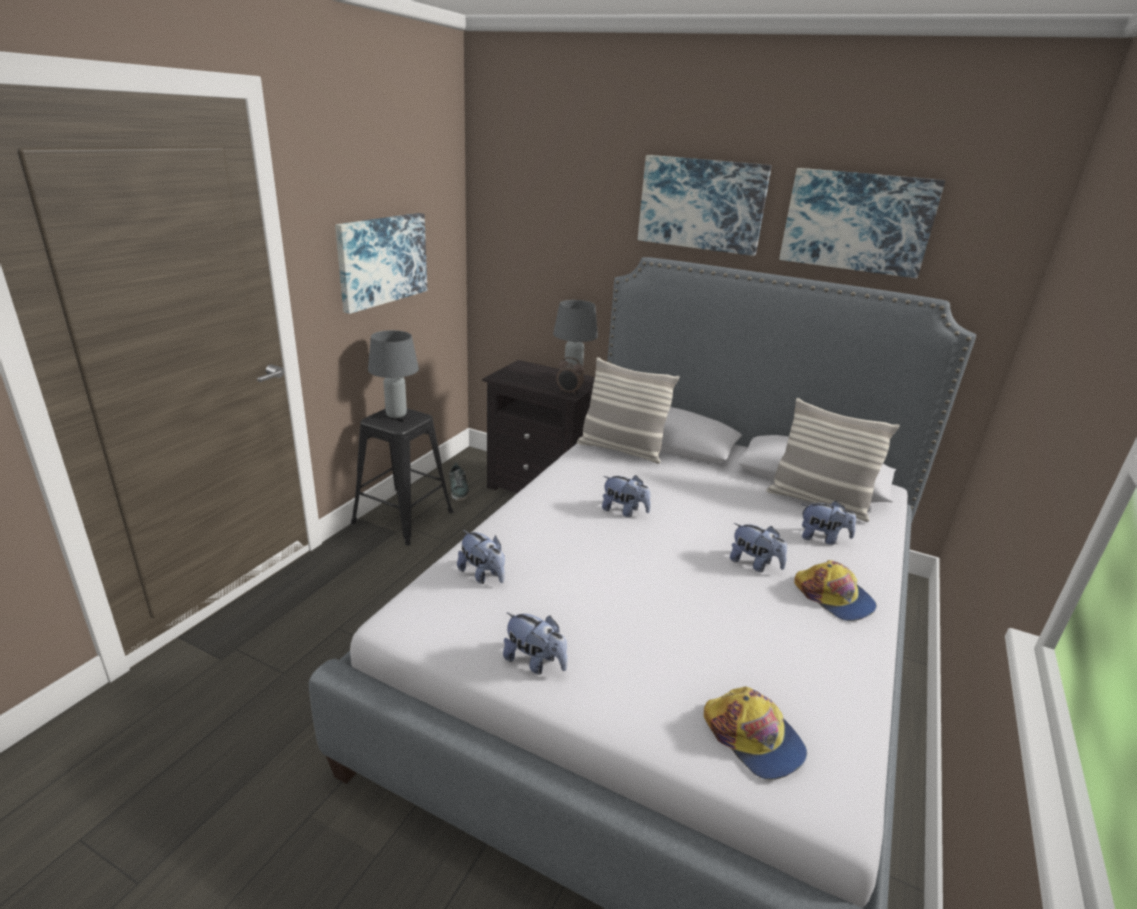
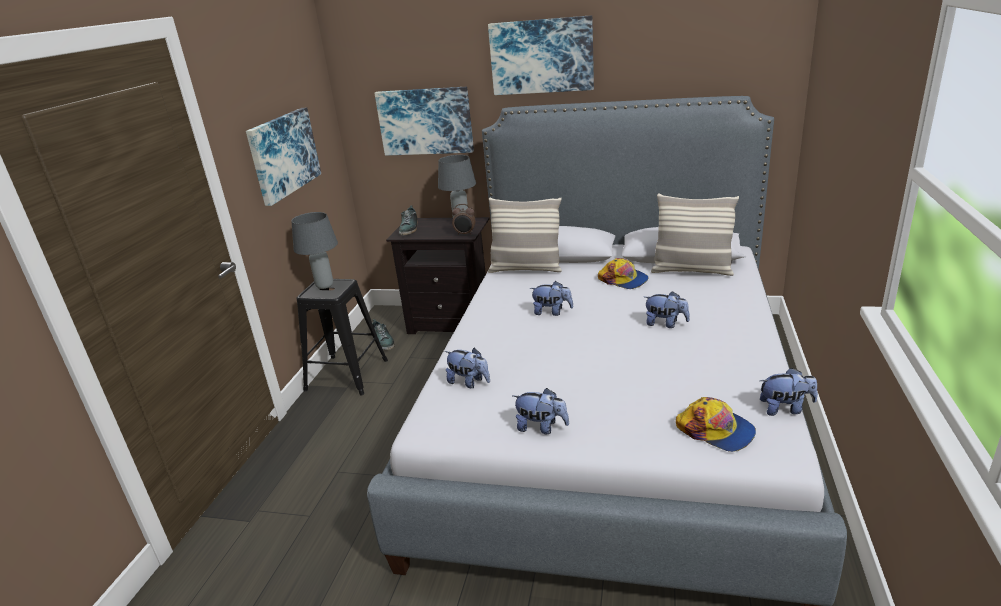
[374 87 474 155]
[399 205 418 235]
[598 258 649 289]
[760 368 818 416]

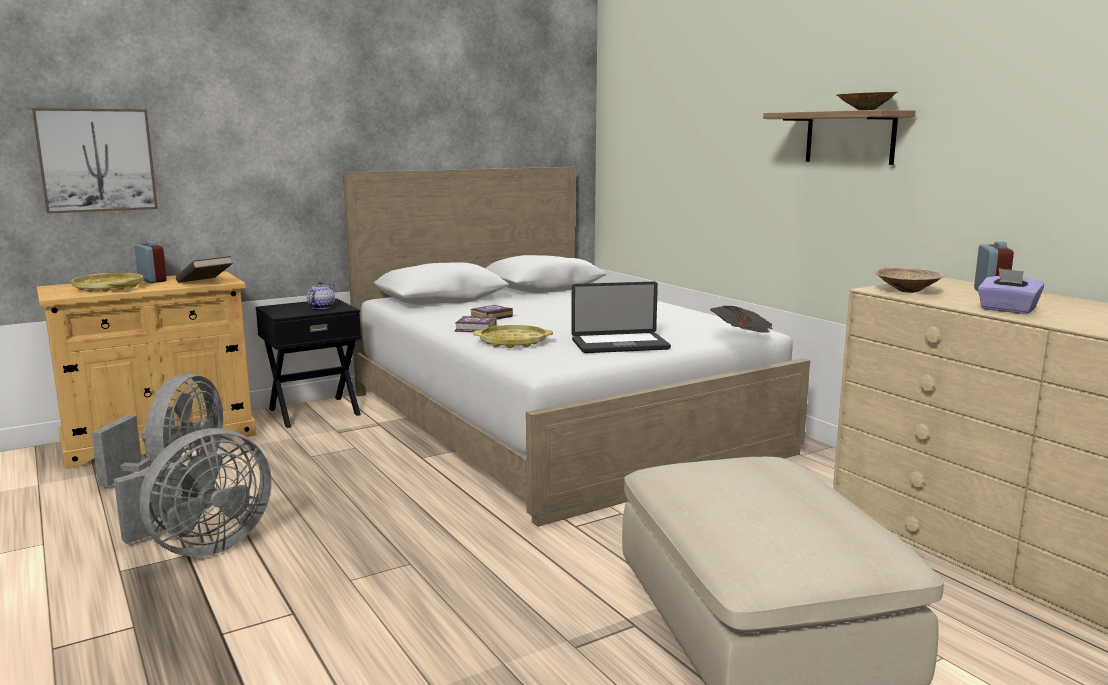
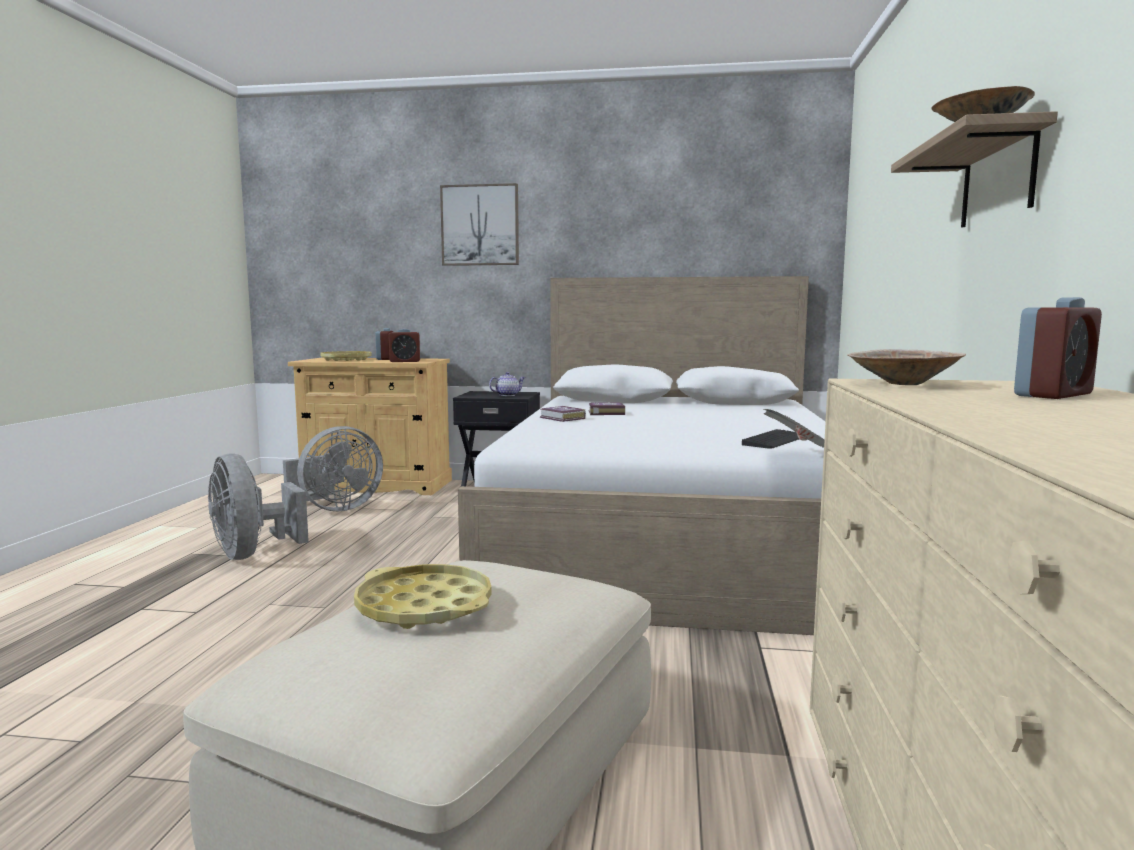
[208 453 309 560]
[354 564 492 629]
[389 329 420 362]
[440 183 519 266]
[742 429 799 449]
[571 282 671 353] (first image)
[978 268 1044 314] (first image)

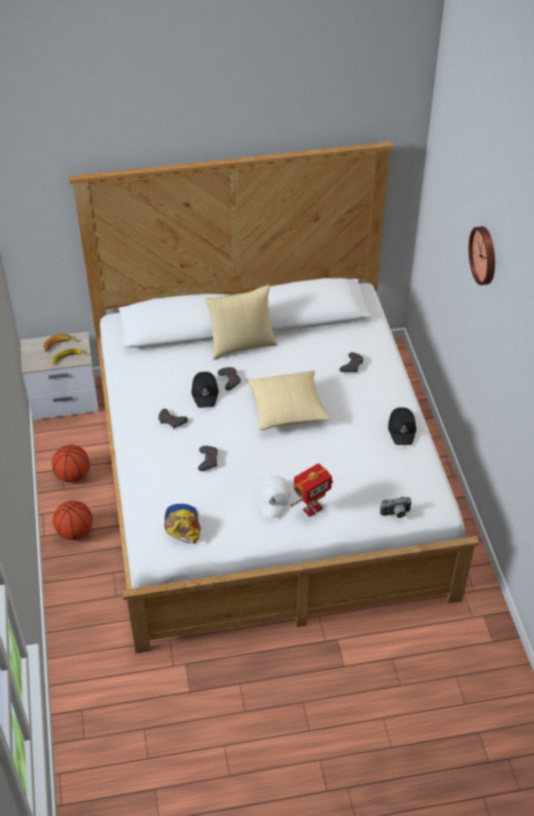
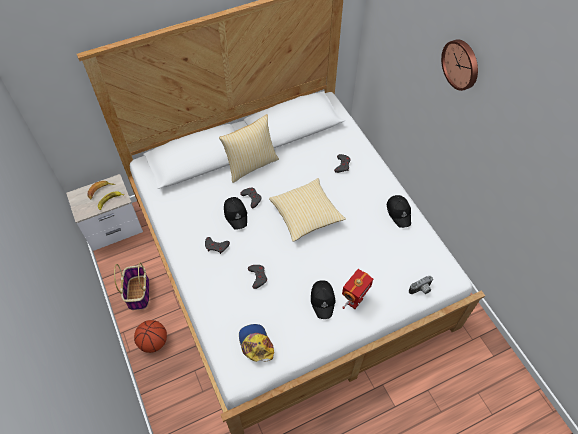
[114 262 149 310]
[311 280 335 319]

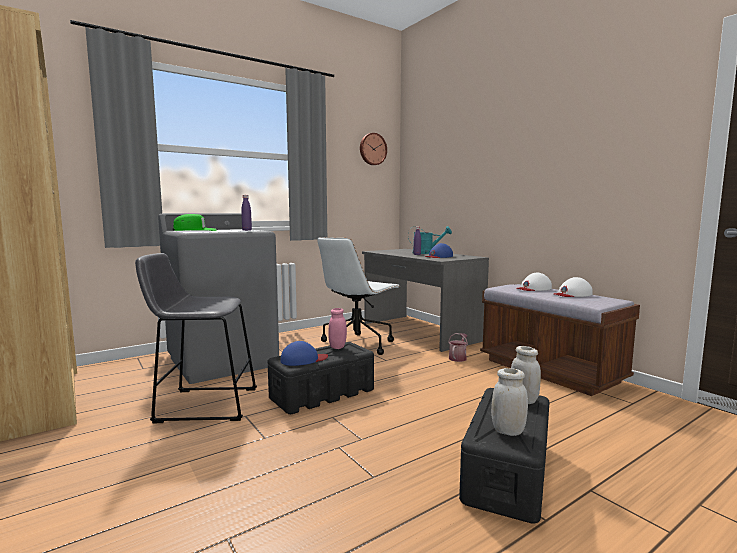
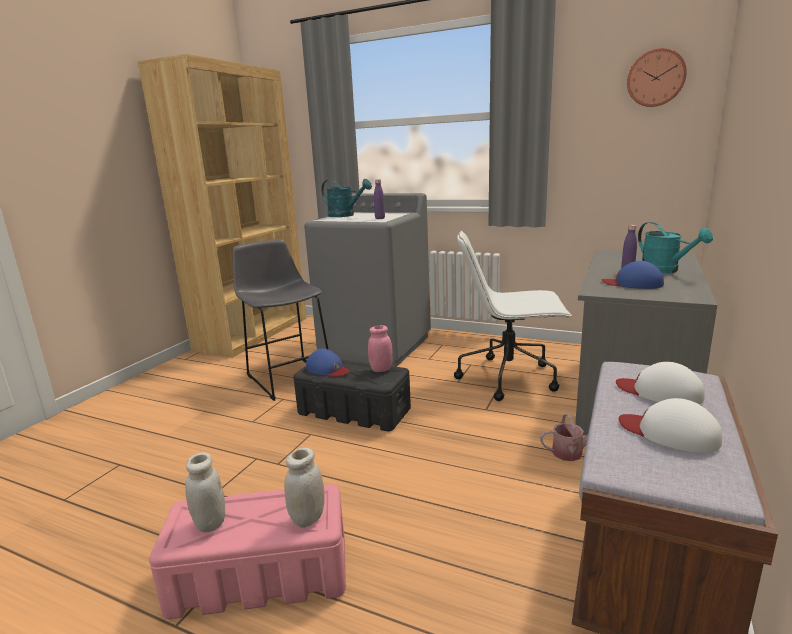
[149 484 346 619]
[321 179 372 217]

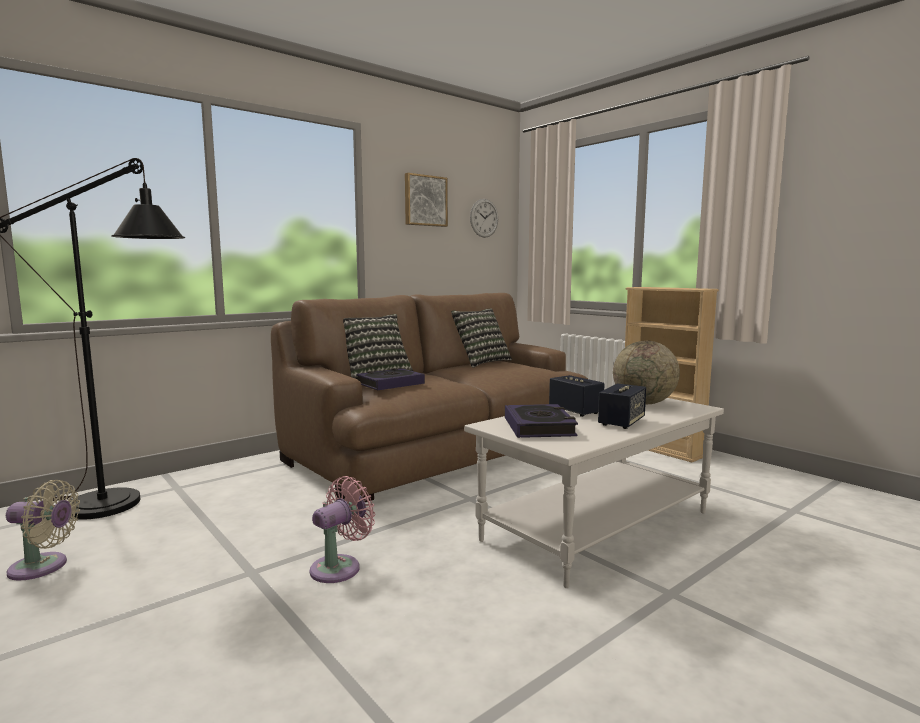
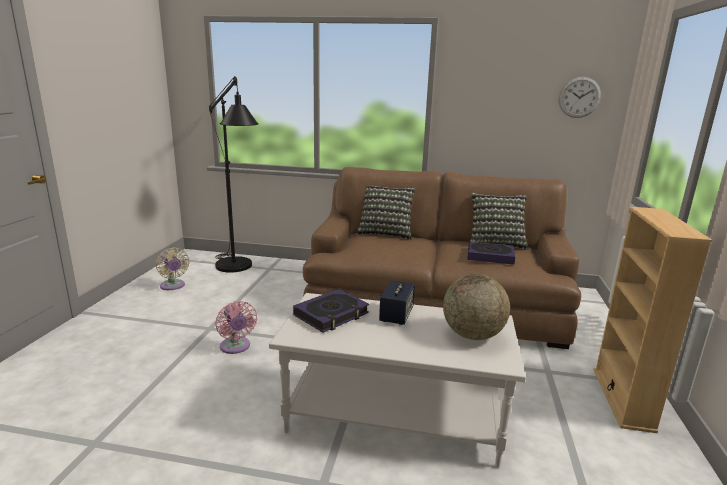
[215 301 257 354]
[468 241 515 265]
[405 173 448 227] (first image)
[598 383 646 429] (first image)

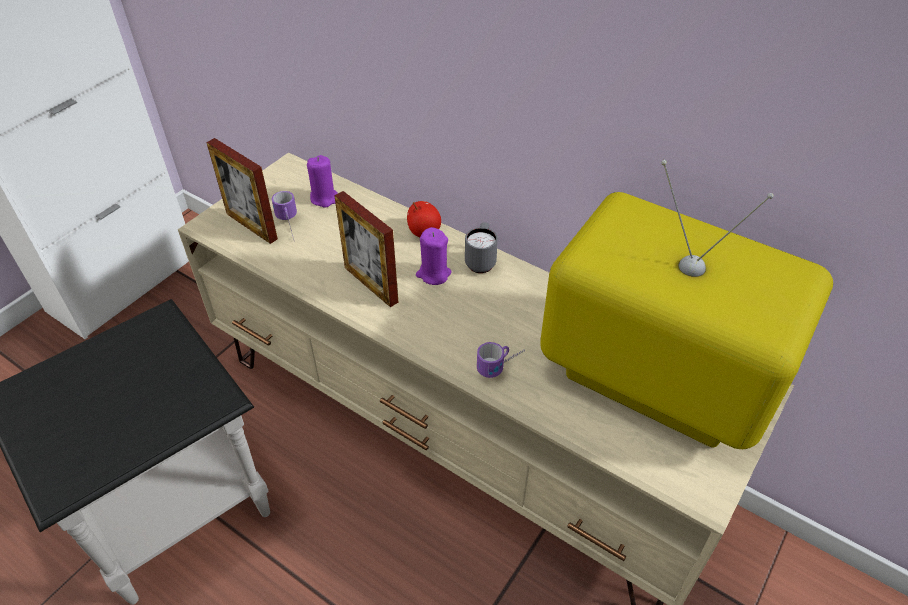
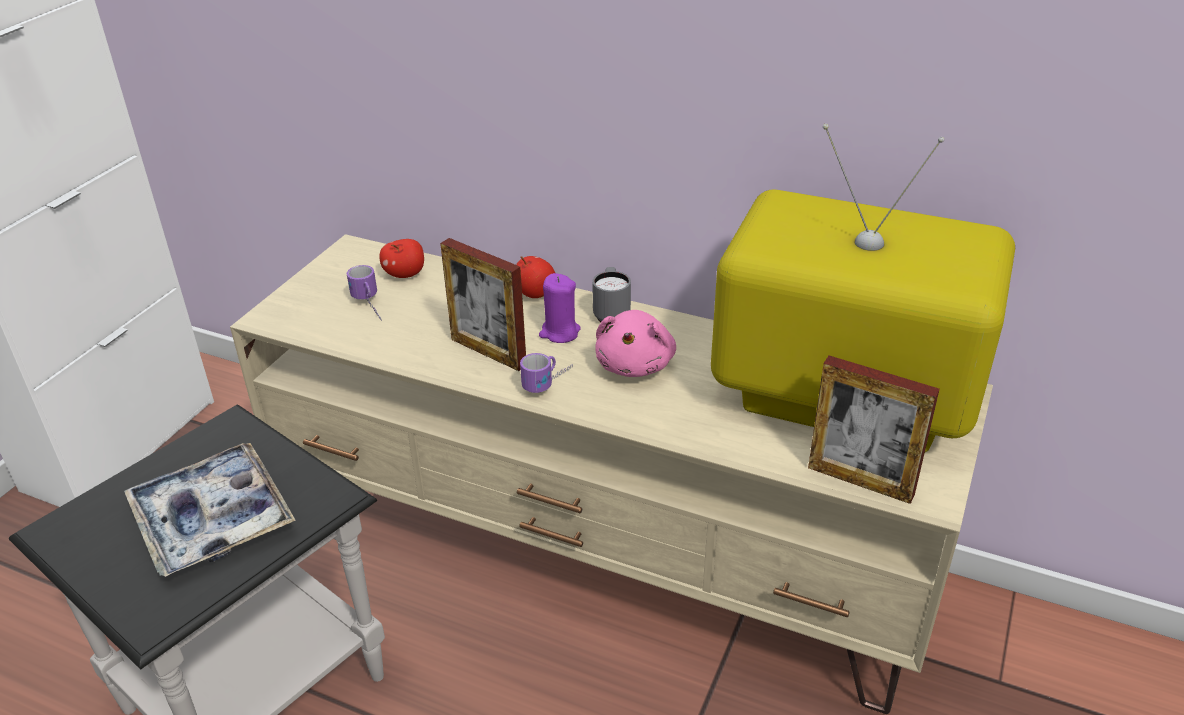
[124 443 296 577]
[379 239 424 278]
[520 353 573 393]
[595 310 676 377]
[808 355 940 504]

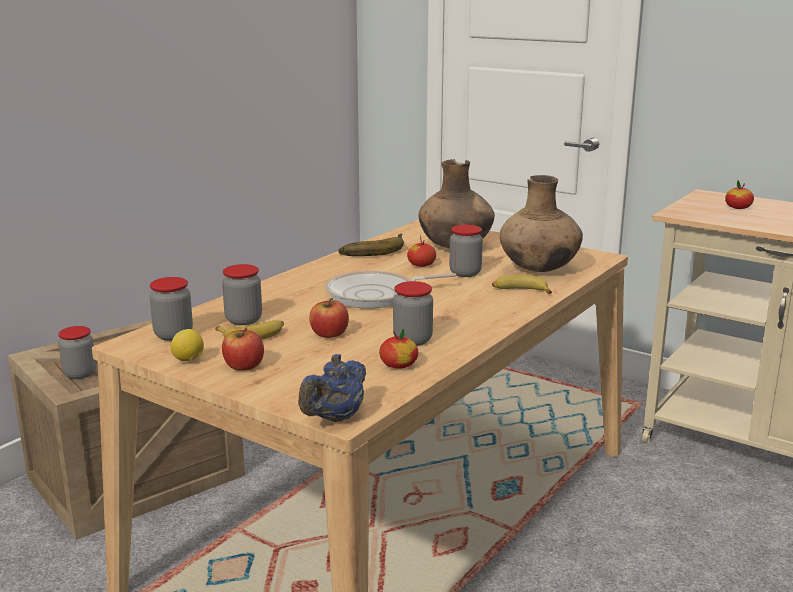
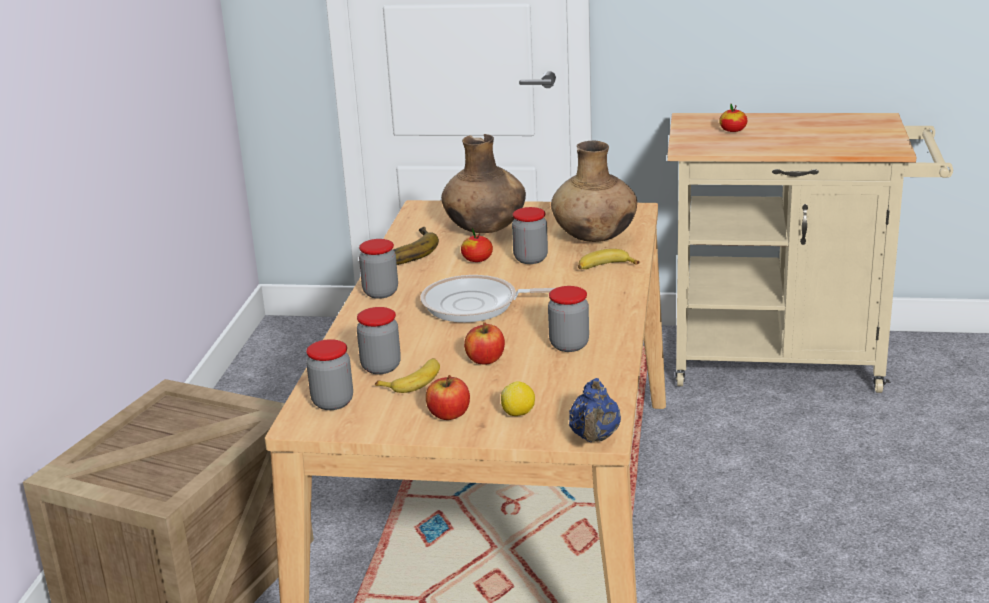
[359 239 398 299]
[421 275 555 322]
[501 381 535 416]
[379 329 418 369] (first image)

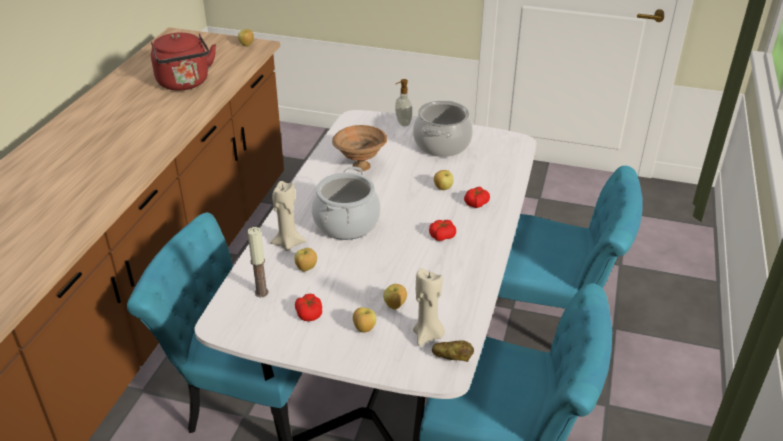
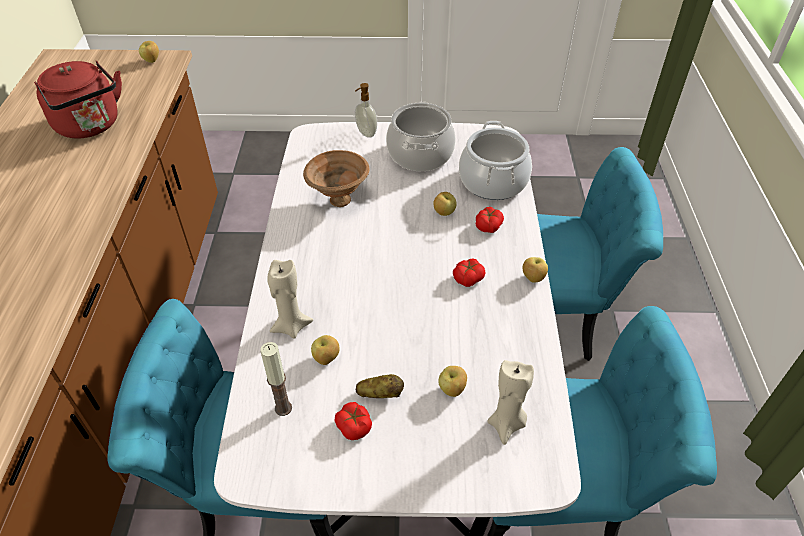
[356 374 404 398]
[459 121 532 200]
[522 257 548 283]

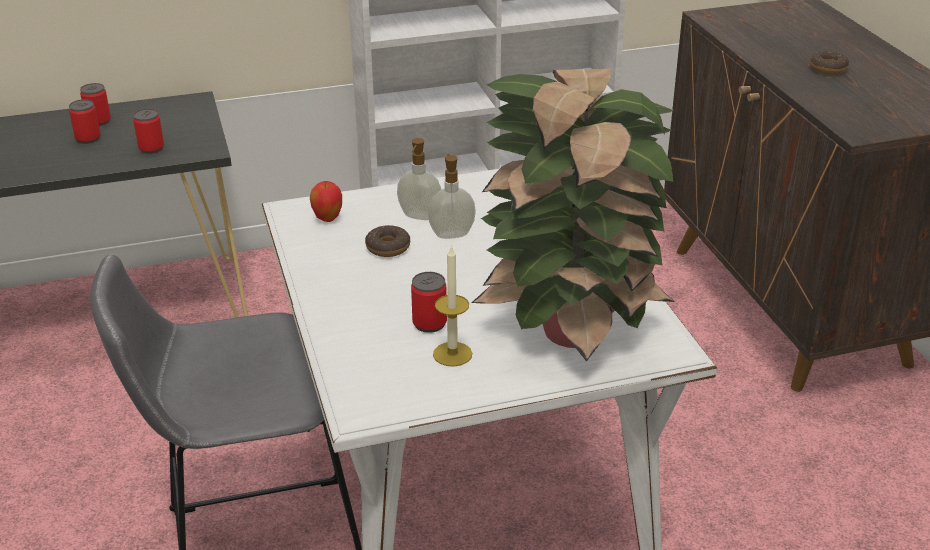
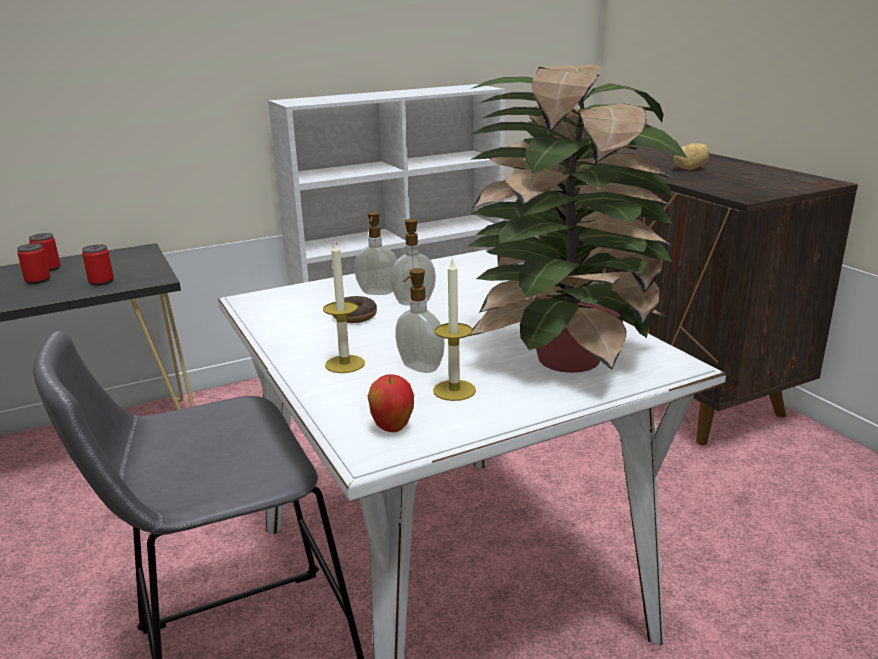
[323 242 365 373]
[367 374 414 432]
[395 268 445 373]
[674 143 710 170]

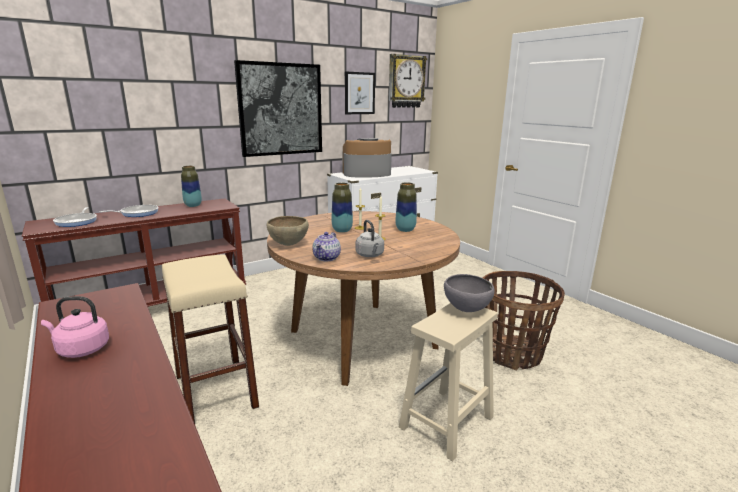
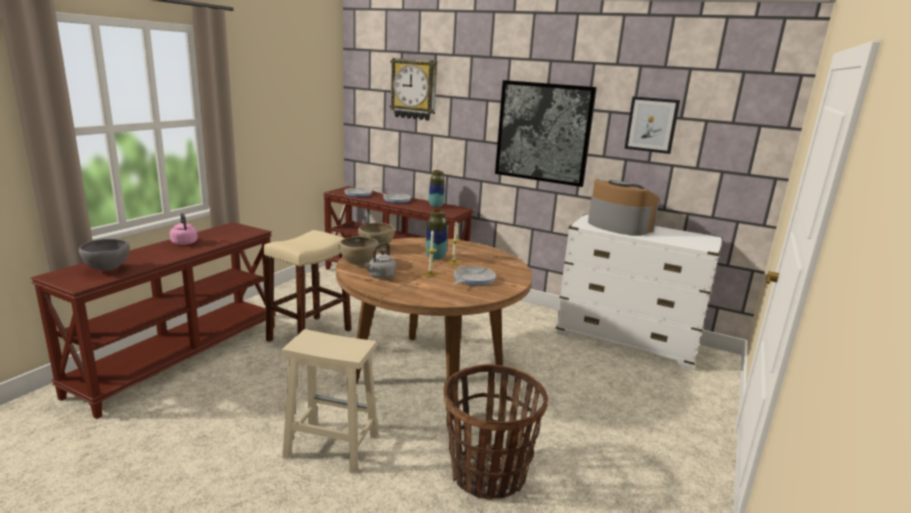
[79 239 130 271]
[339 237 379 265]
[389 58 437 121]
[452 266 496 286]

